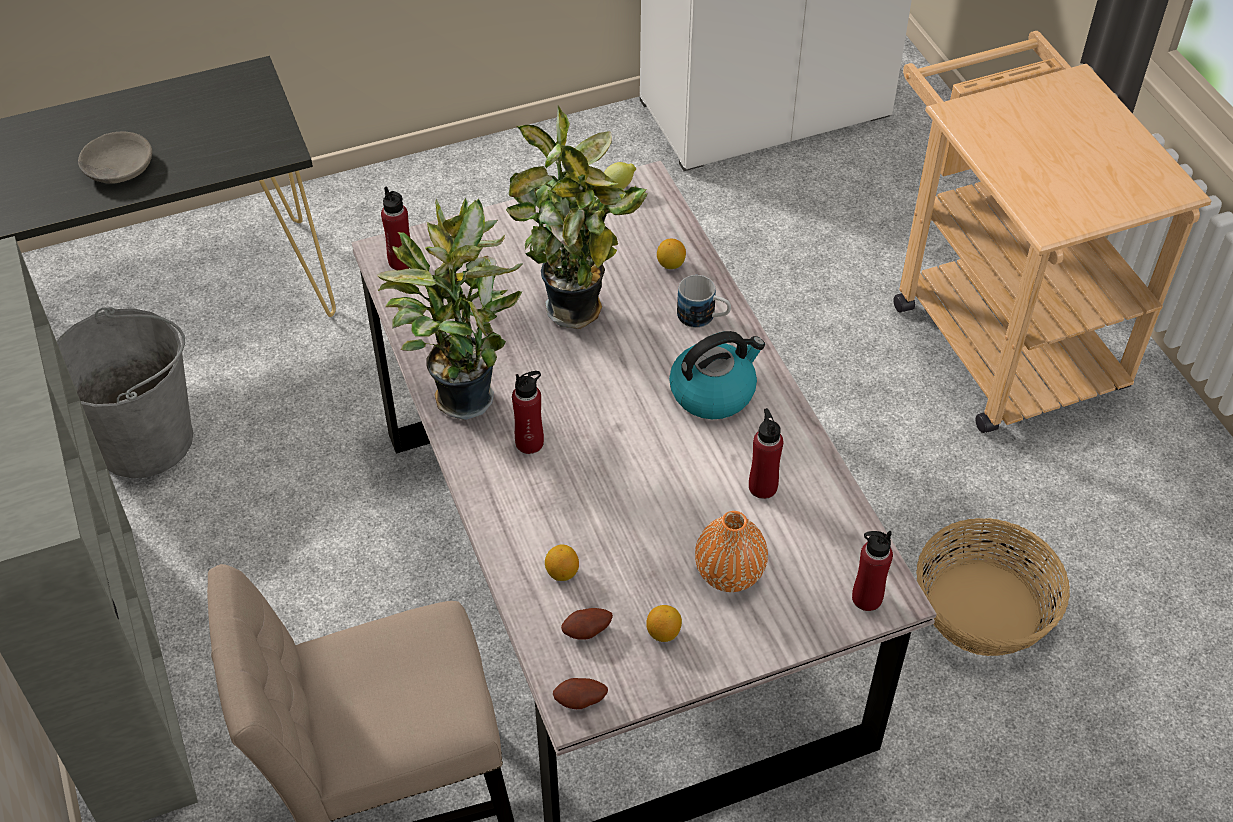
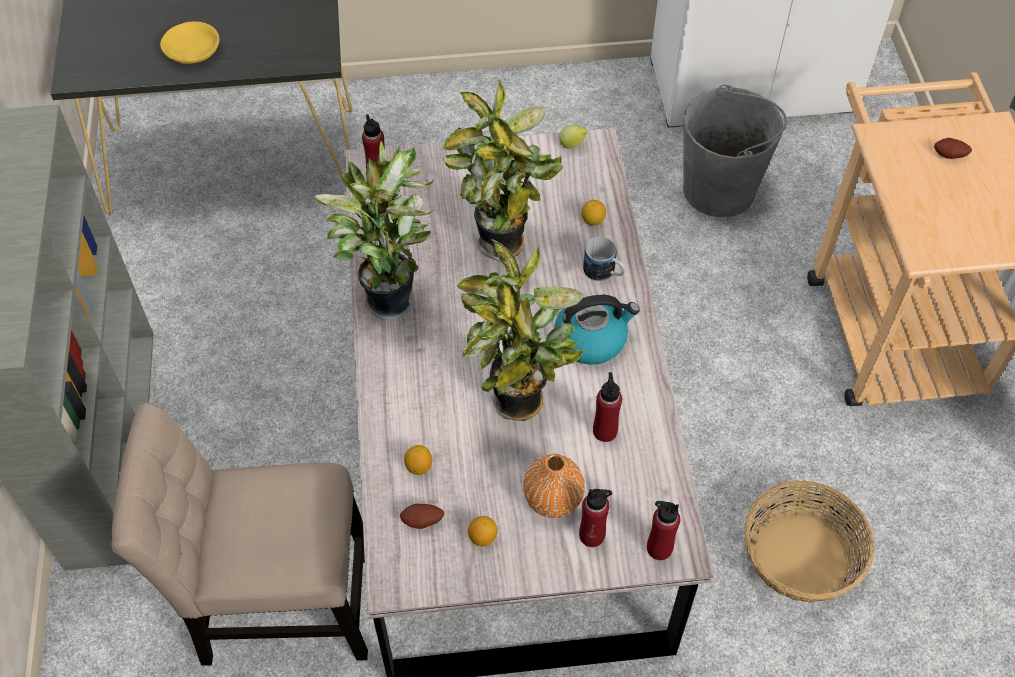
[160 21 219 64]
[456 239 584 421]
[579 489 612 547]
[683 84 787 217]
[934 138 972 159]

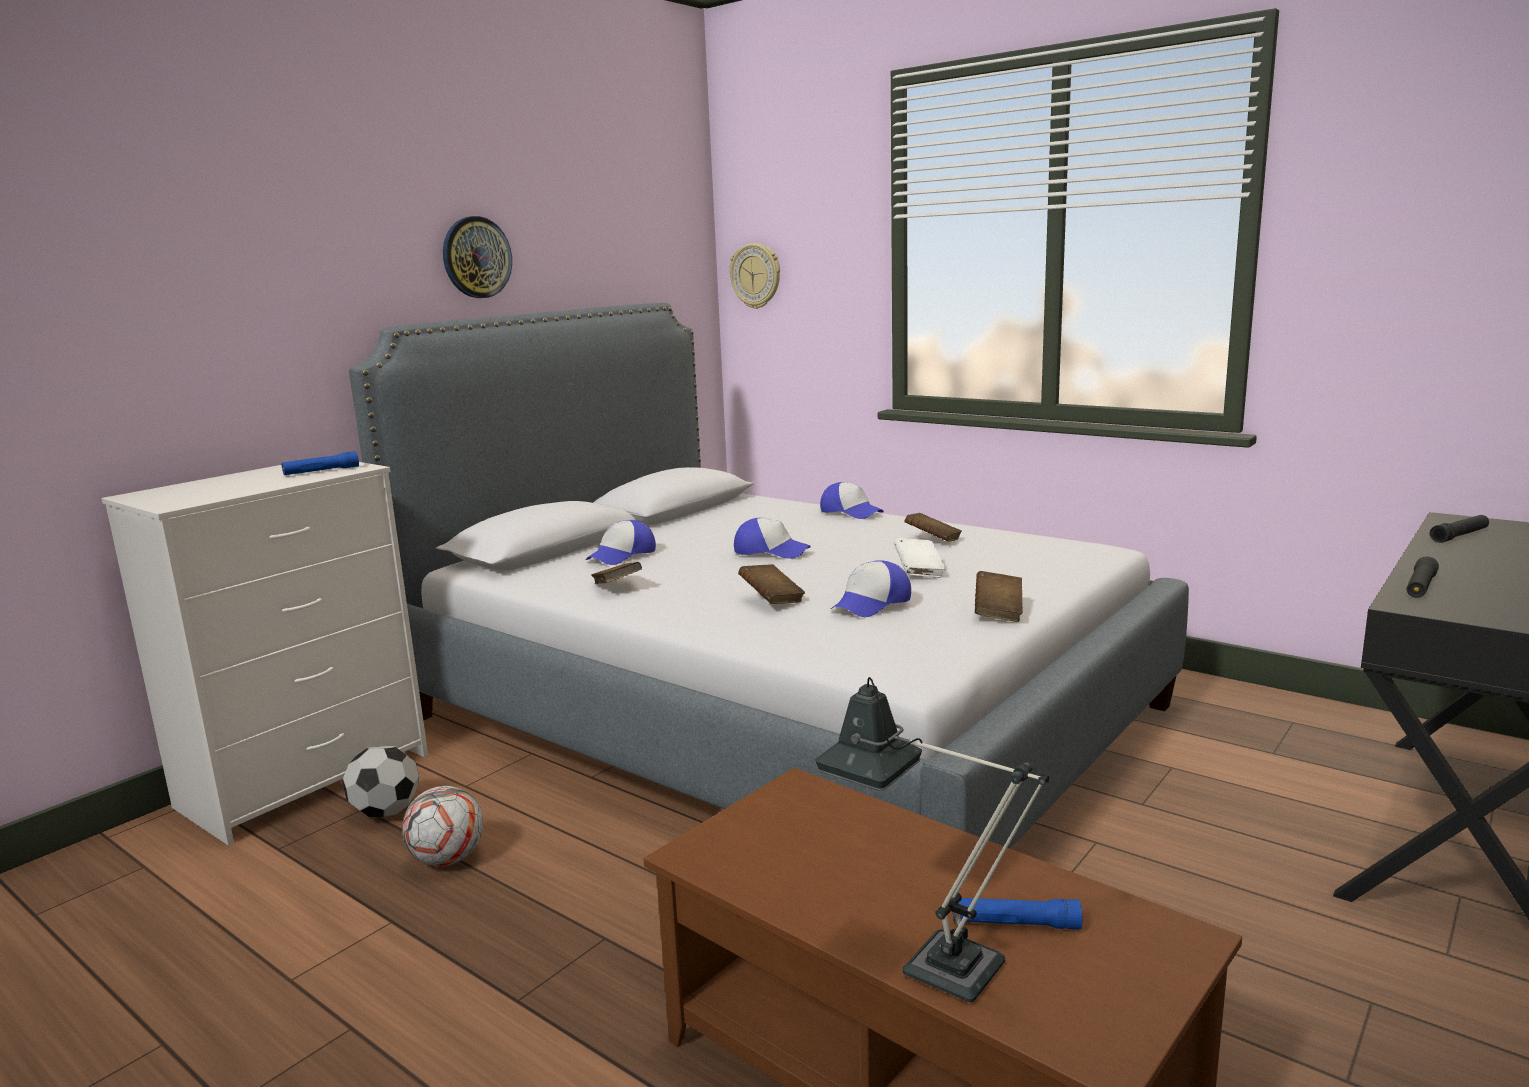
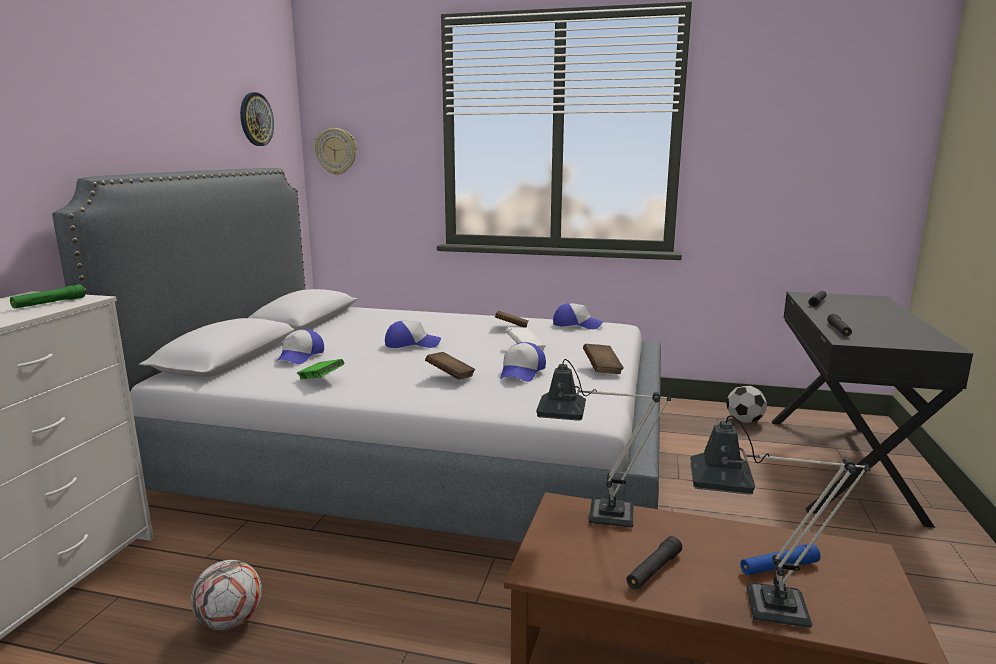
[10 284 85 309]
[240 92 274 146]
[297 359 344 380]
[536 359 671 528]
[553 303 603 329]
[626 536 682 590]
[726 386 767 423]

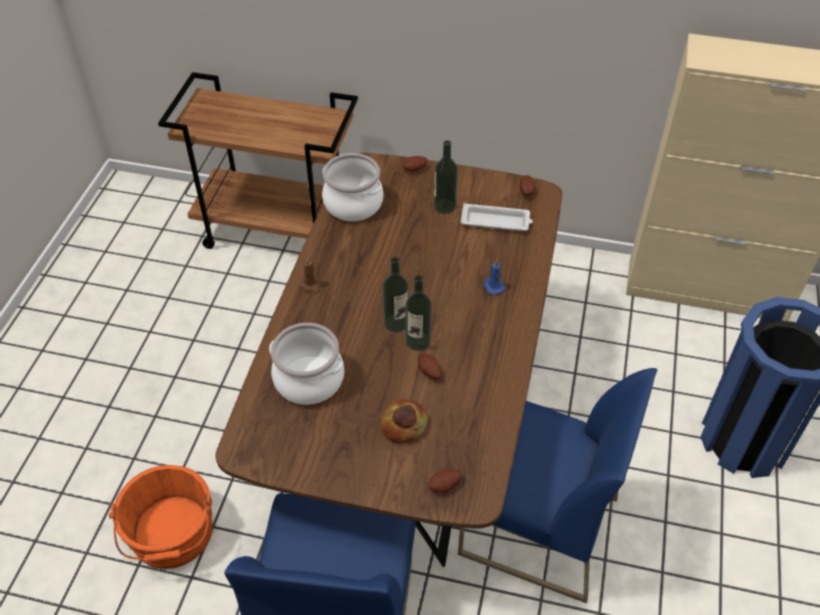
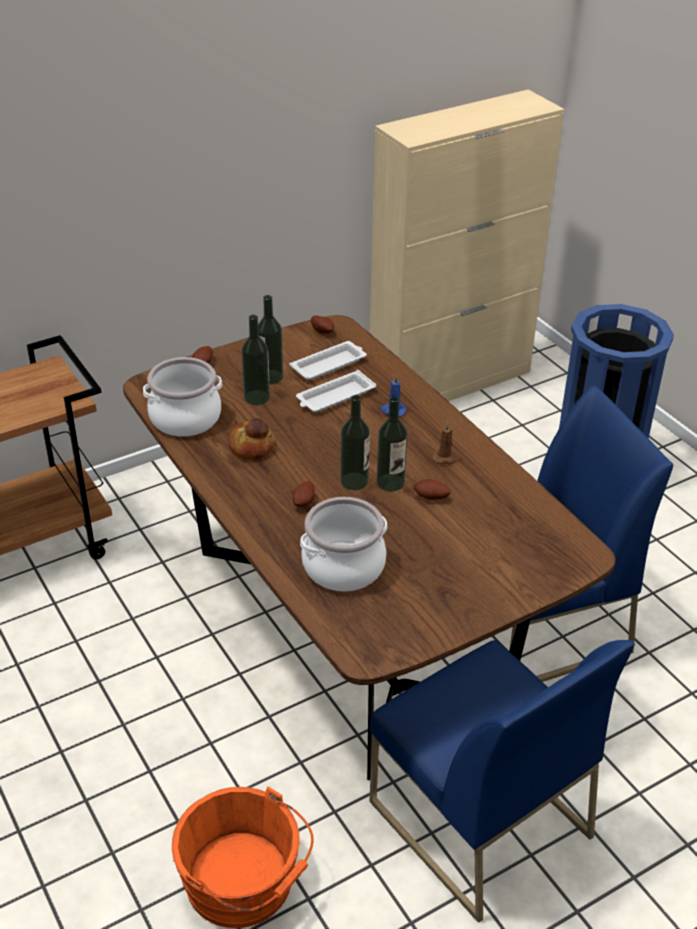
[228 417 274 460]
[241 315 270 405]
[293 481 315 507]
[296 370 376 412]
[432 422 460 464]

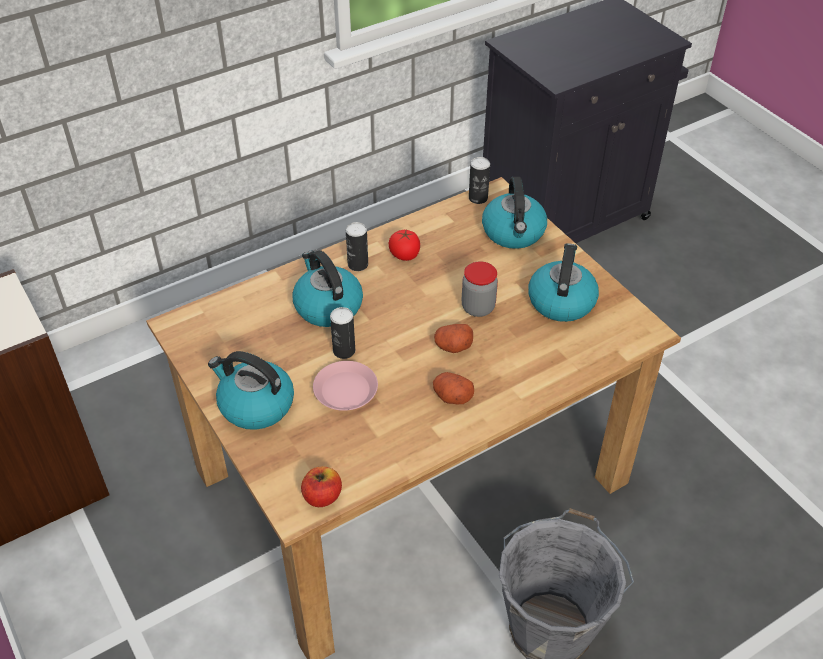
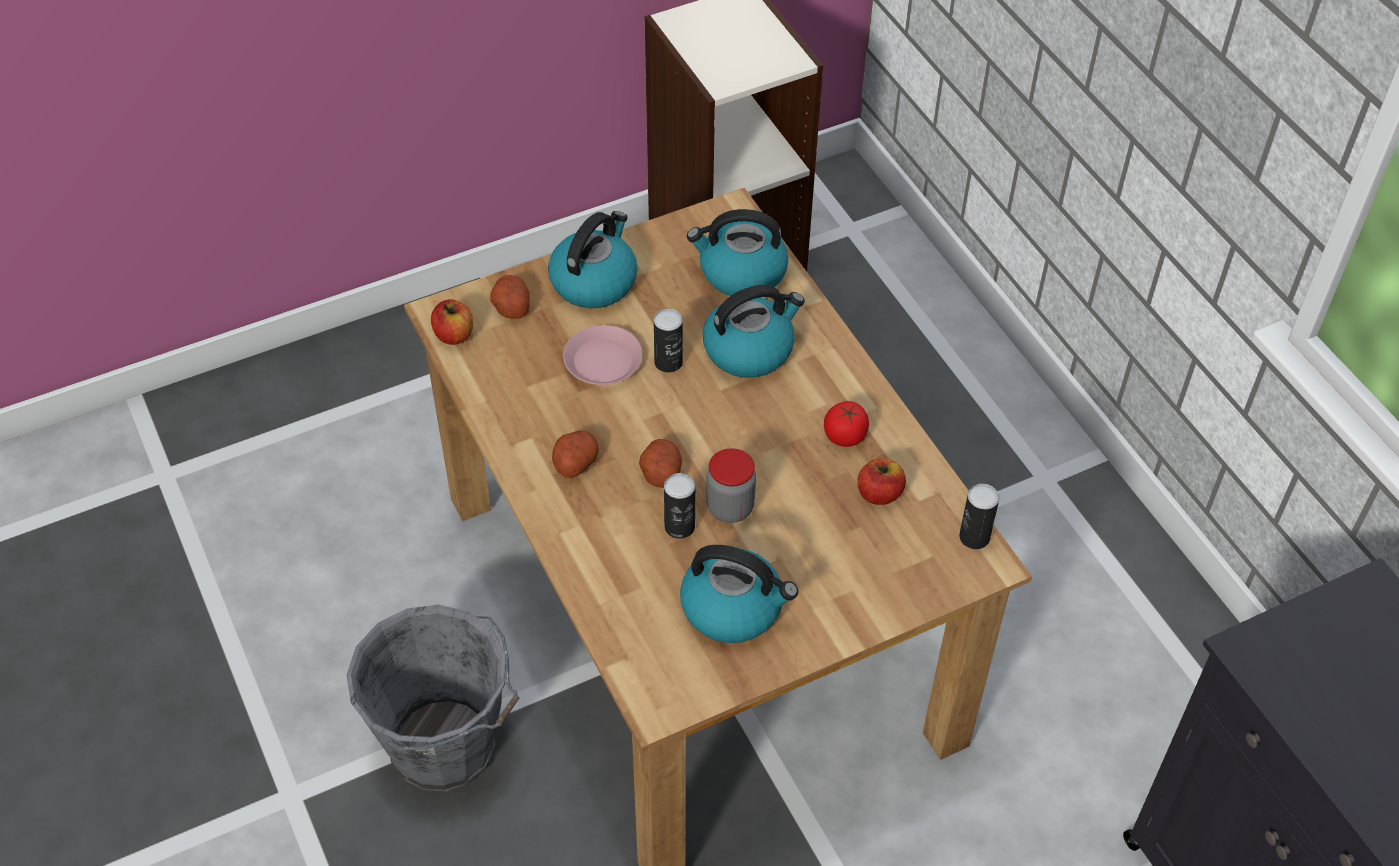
[490 275 530 319]
[664 473 695 539]
[687 209 789 296]
[857 458 906 505]

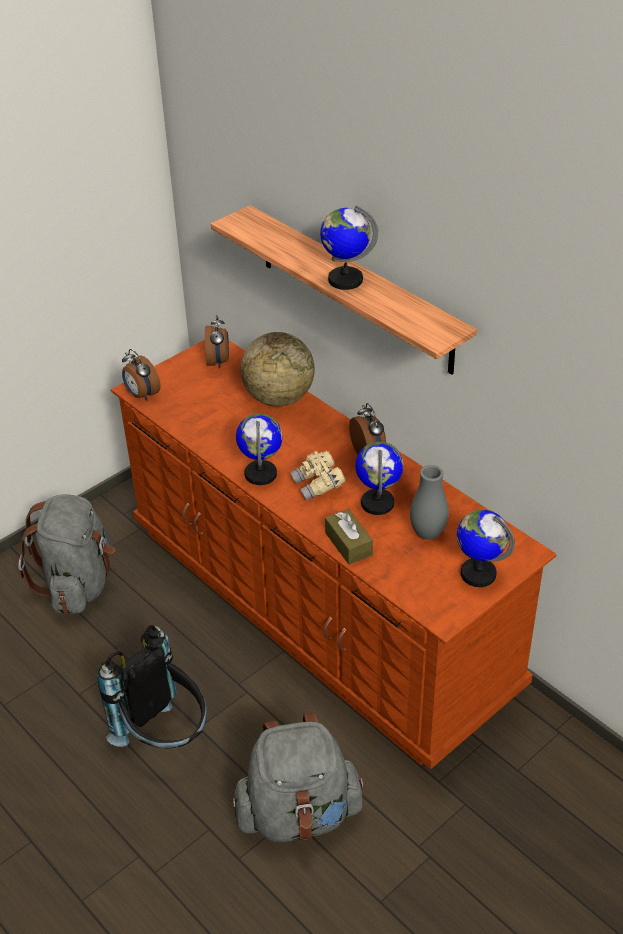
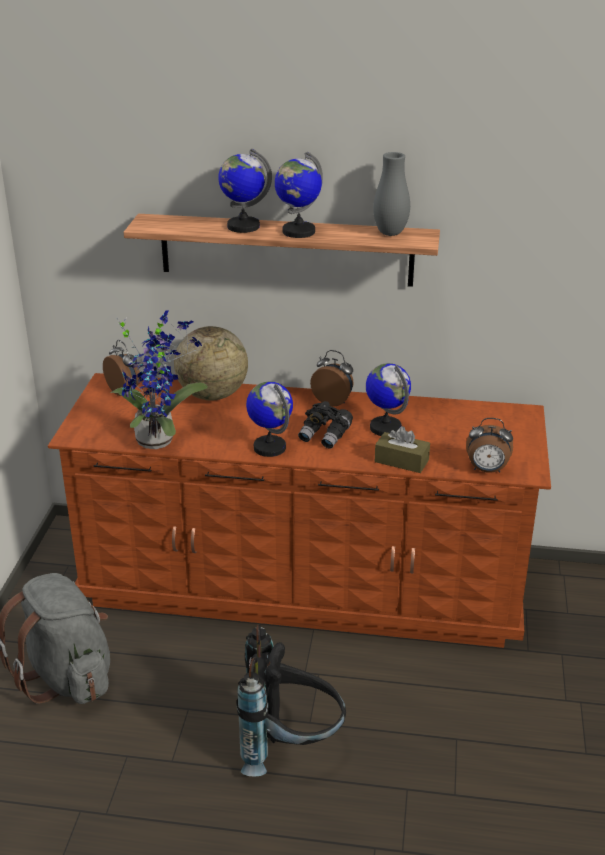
[110 311 208 449]
[218 149 272 233]
[298 401 353 449]
[373 152 410 236]
[466 418 513 473]
[232 713 366 842] (first image)

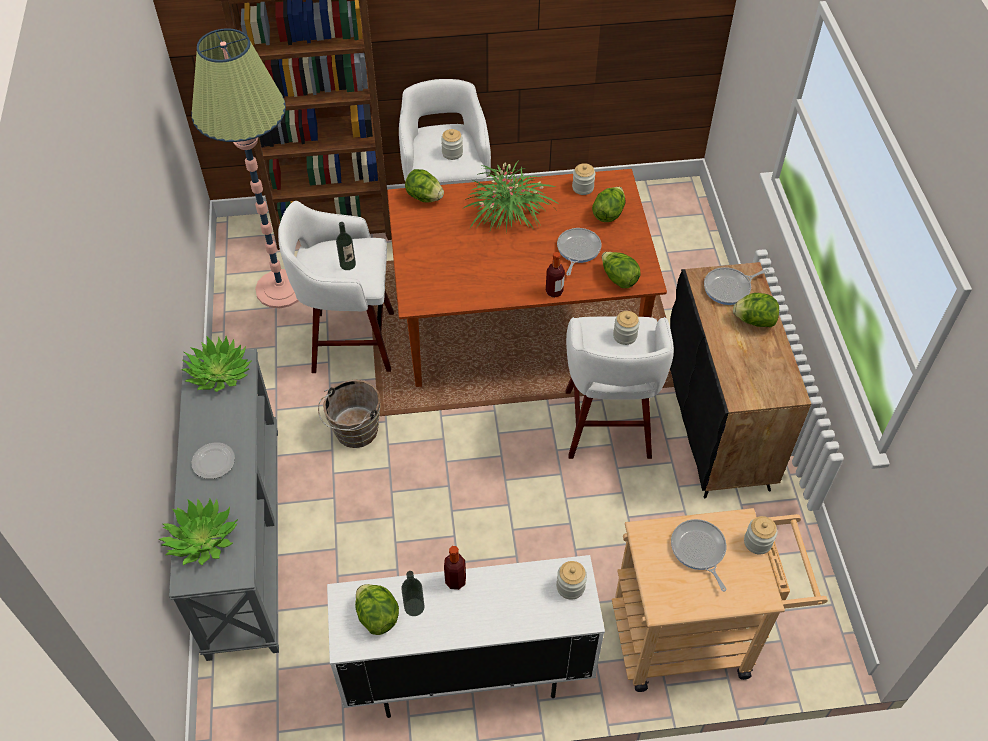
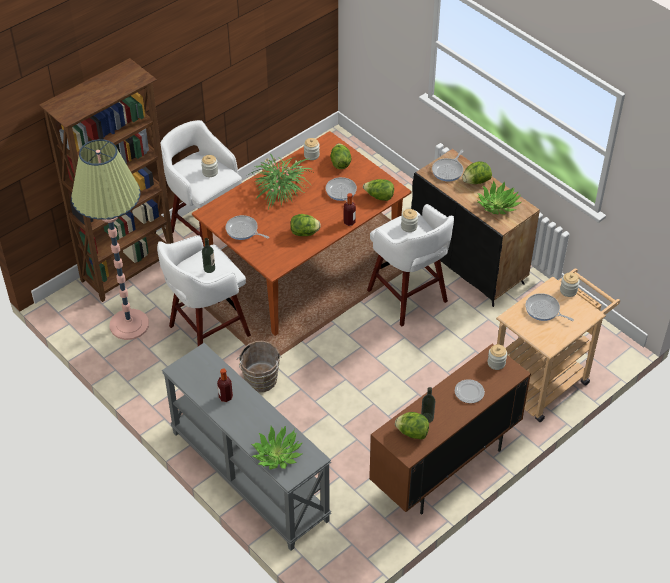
[217 368 233 402]
[225 215 269 240]
[290 214 321 236]
[369 343 531 514]
[455 379 485 403]
[477 180 521 214]

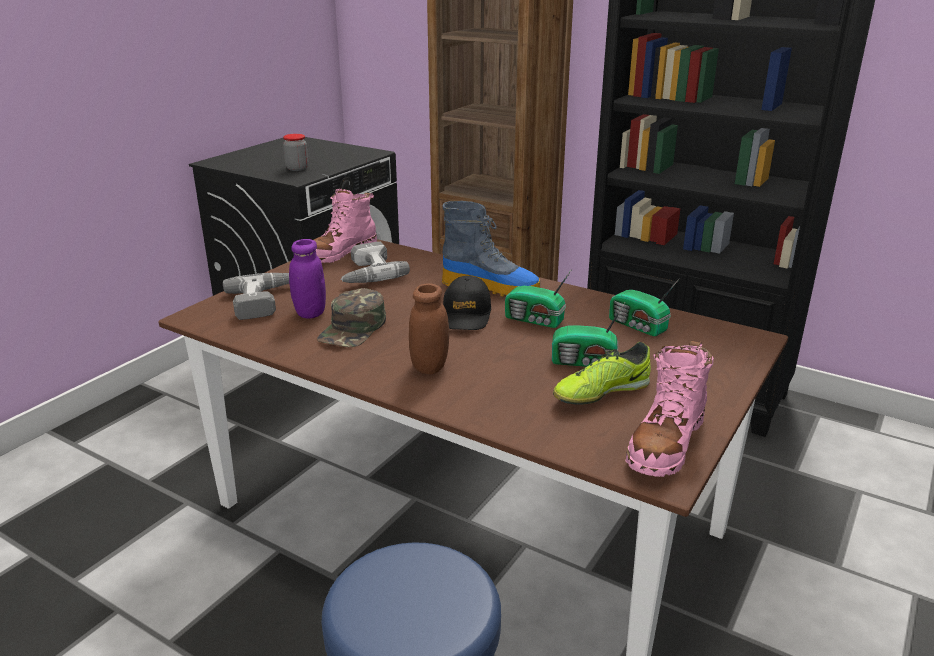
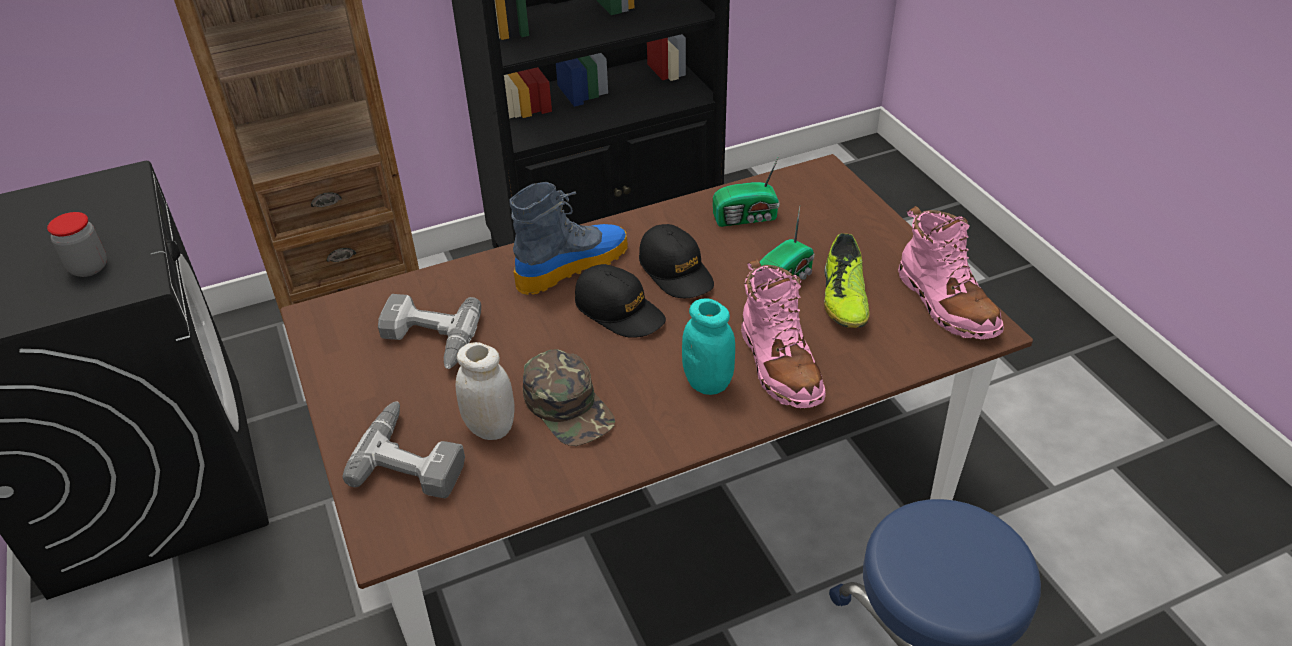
[456 342 514 440]
[639 224 714 298]
[682 298 735 395]
[741 259 826 408]

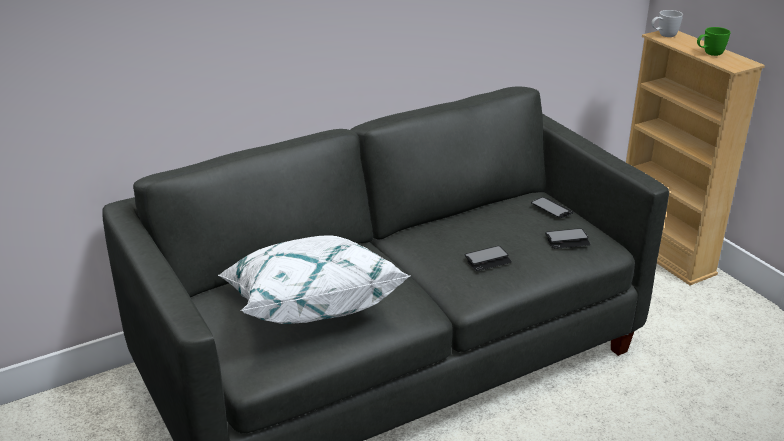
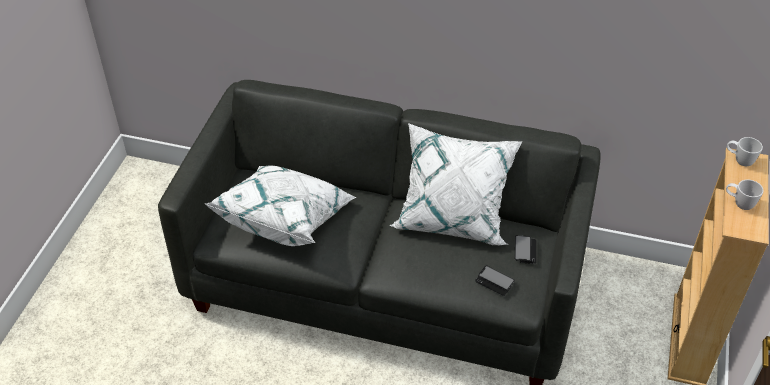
[390 123 522 245]
[726 180 763 210]
[464 246 512 271] (first image)

